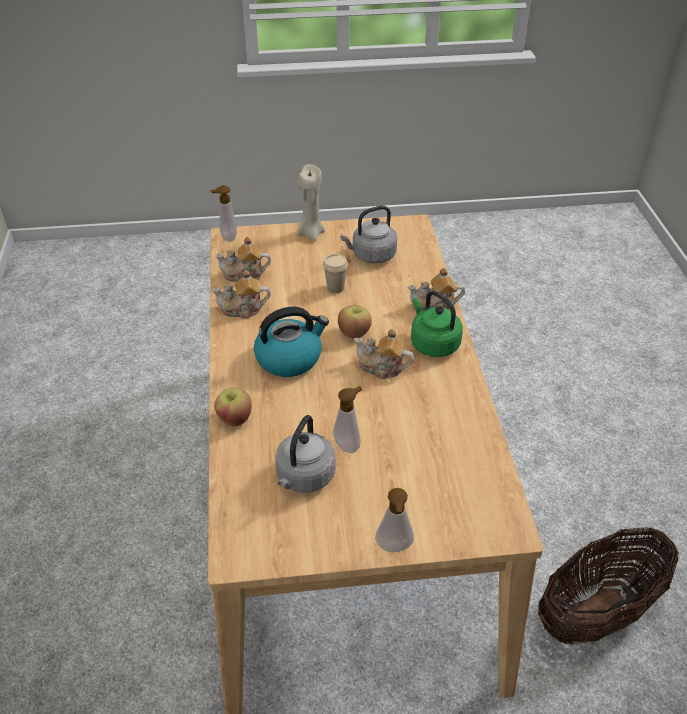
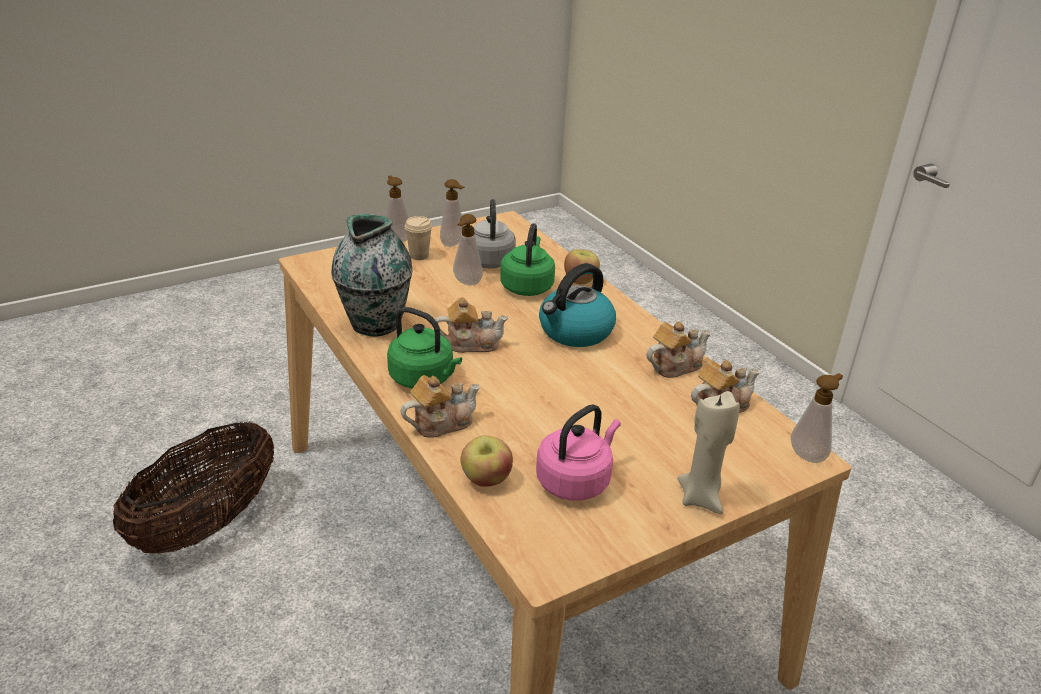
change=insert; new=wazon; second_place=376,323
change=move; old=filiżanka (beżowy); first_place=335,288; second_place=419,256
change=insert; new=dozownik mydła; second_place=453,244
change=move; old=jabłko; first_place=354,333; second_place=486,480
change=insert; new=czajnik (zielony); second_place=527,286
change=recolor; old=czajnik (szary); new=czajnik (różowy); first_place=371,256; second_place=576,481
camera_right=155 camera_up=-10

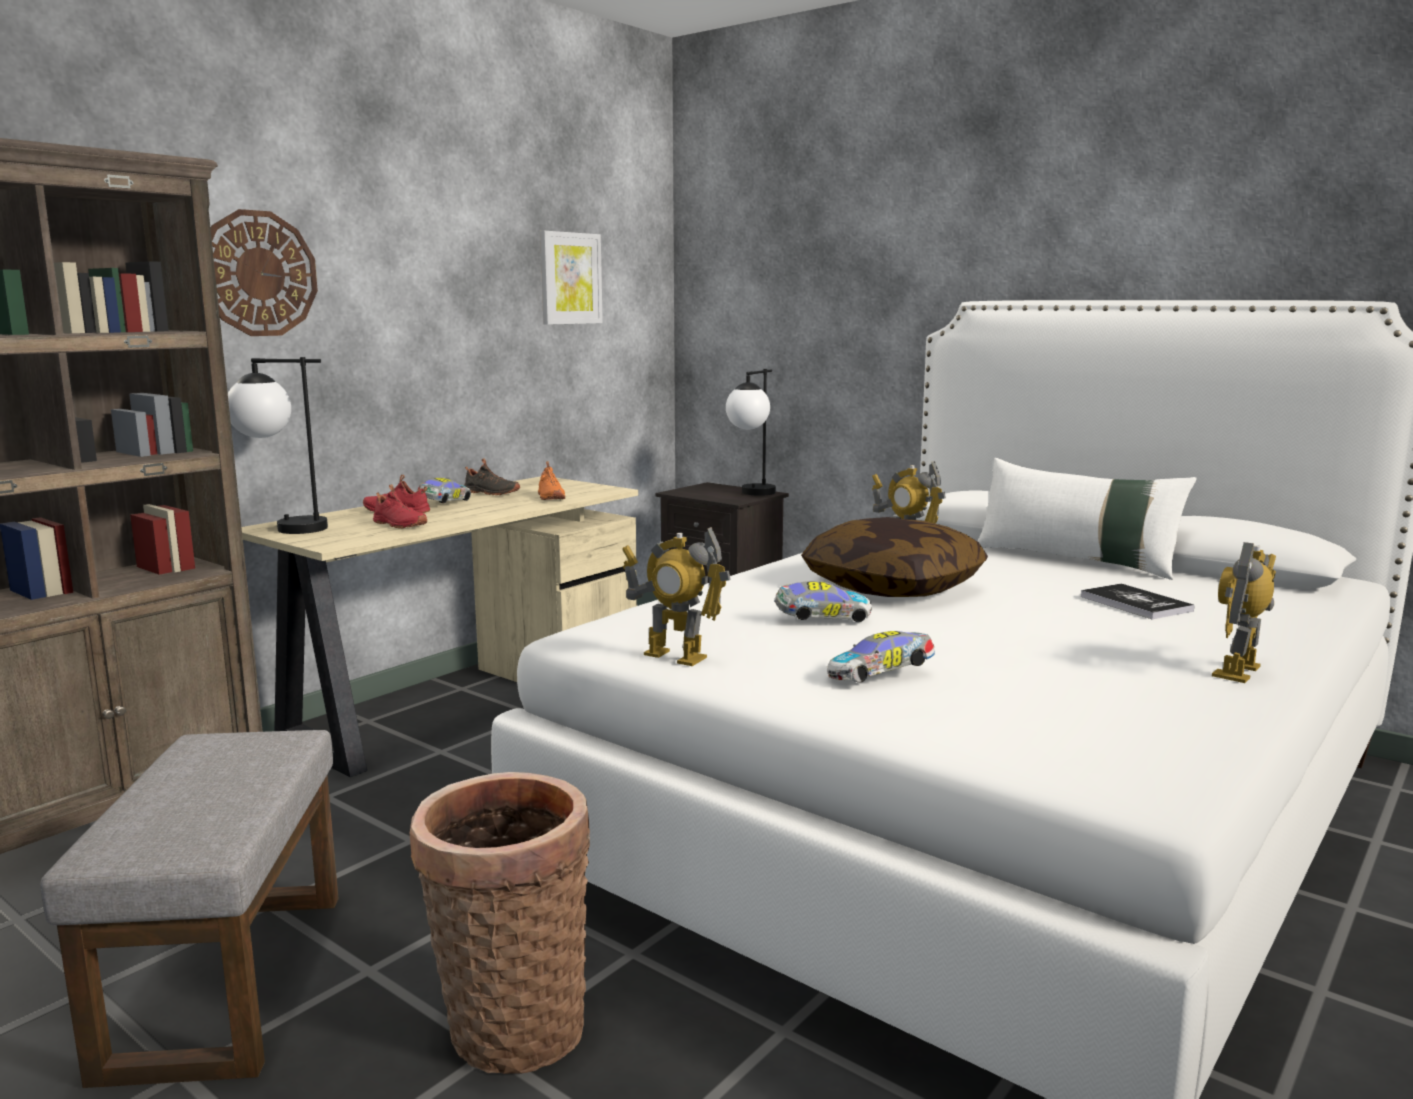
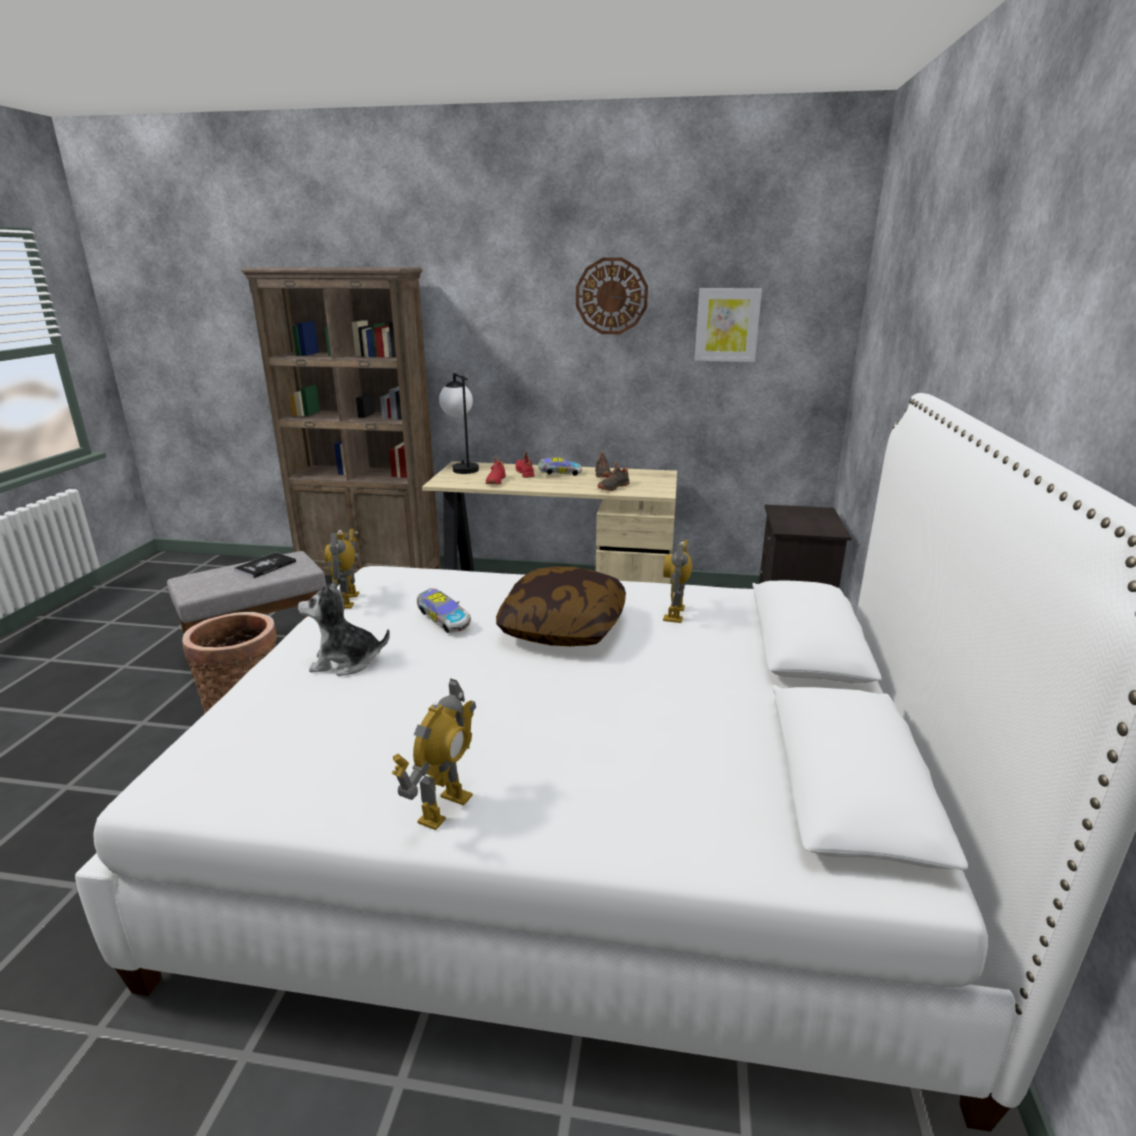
change=move; old=książka; first_place=1135,603; second_place=265,566
change=replace; old=samochodzik; new=pluszak; first_place=881,676; second_place=346,662
change=rotate; old=robot zabawkowy; first_place=1238,672; second_place=444,808; degrees=105
change=move; old=zegar ścienny; first_place=259,273; second_place=611,296
change=recolor; old=but (pomarańczowy); new=but (czarny); first_place=549,497; second_place=612,487
change=delete; old=lampa stołowa; first_place=752,494
change=delete; old=poduszka (biały); first_place=1076,561
camera_right=60 camera_up=10

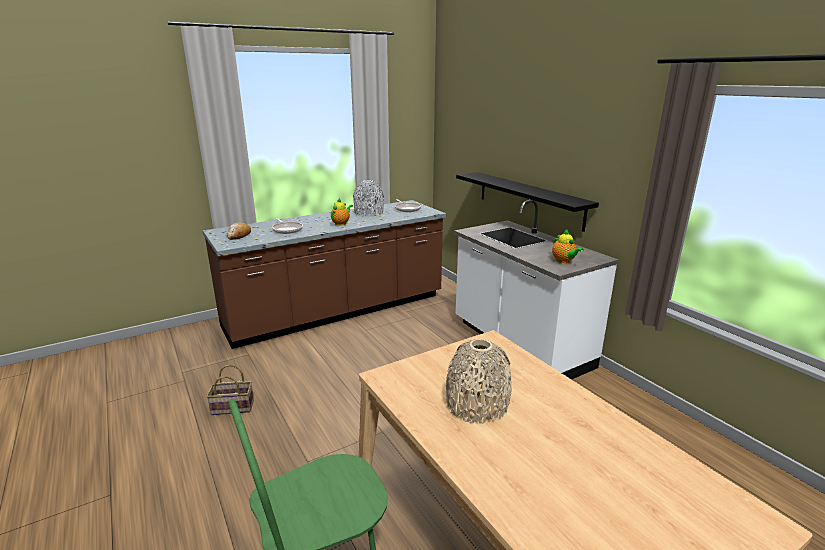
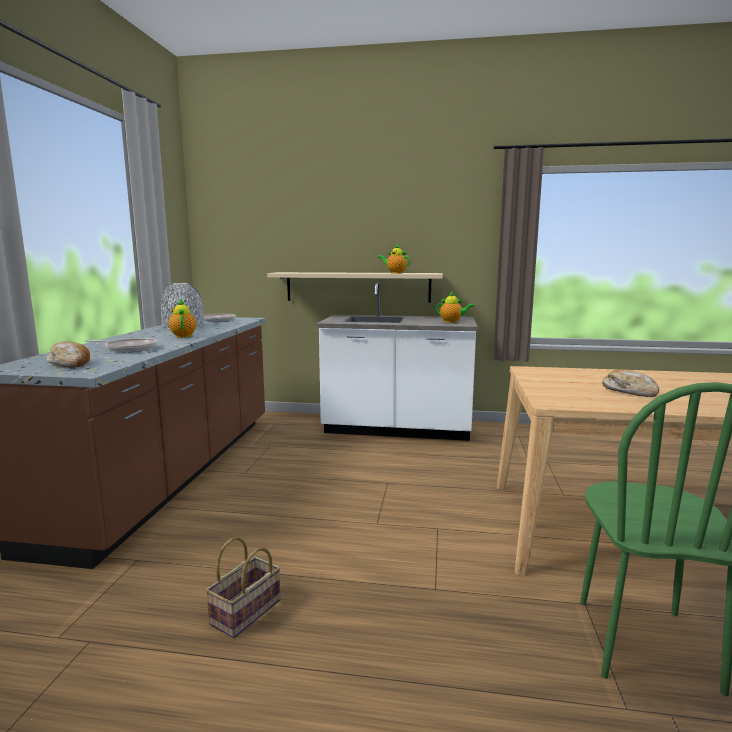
change=recolor; old=półka (czarny); new=półka (beżowy); first_place=528,199; second_place=357,287
change=insert; new=imbryk; second_place=395,273
change=replace; old=wazon (beżowy); new=chleb; first_place=477,404; second_place=629,391
camera_right=-50 camera_up=-10

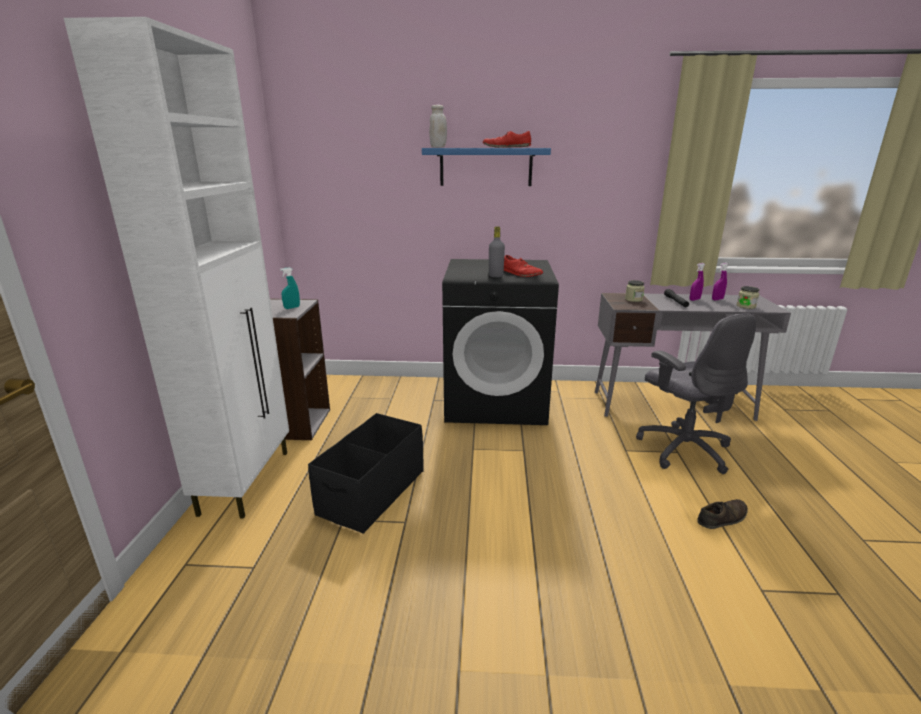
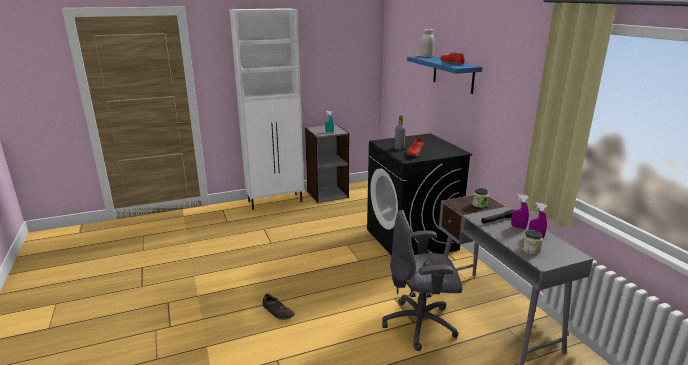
change=move; old=but (brązowy); first_place=722,518; second_place=278,312
change=rotate; old=krzesło biurowe (szary); first_place=683,449; second_place=421,324; degrees=45
change=delete; old=pojemnik do przechowywania (czarny); first_place=371,492
camera_right=65 camera_up=0

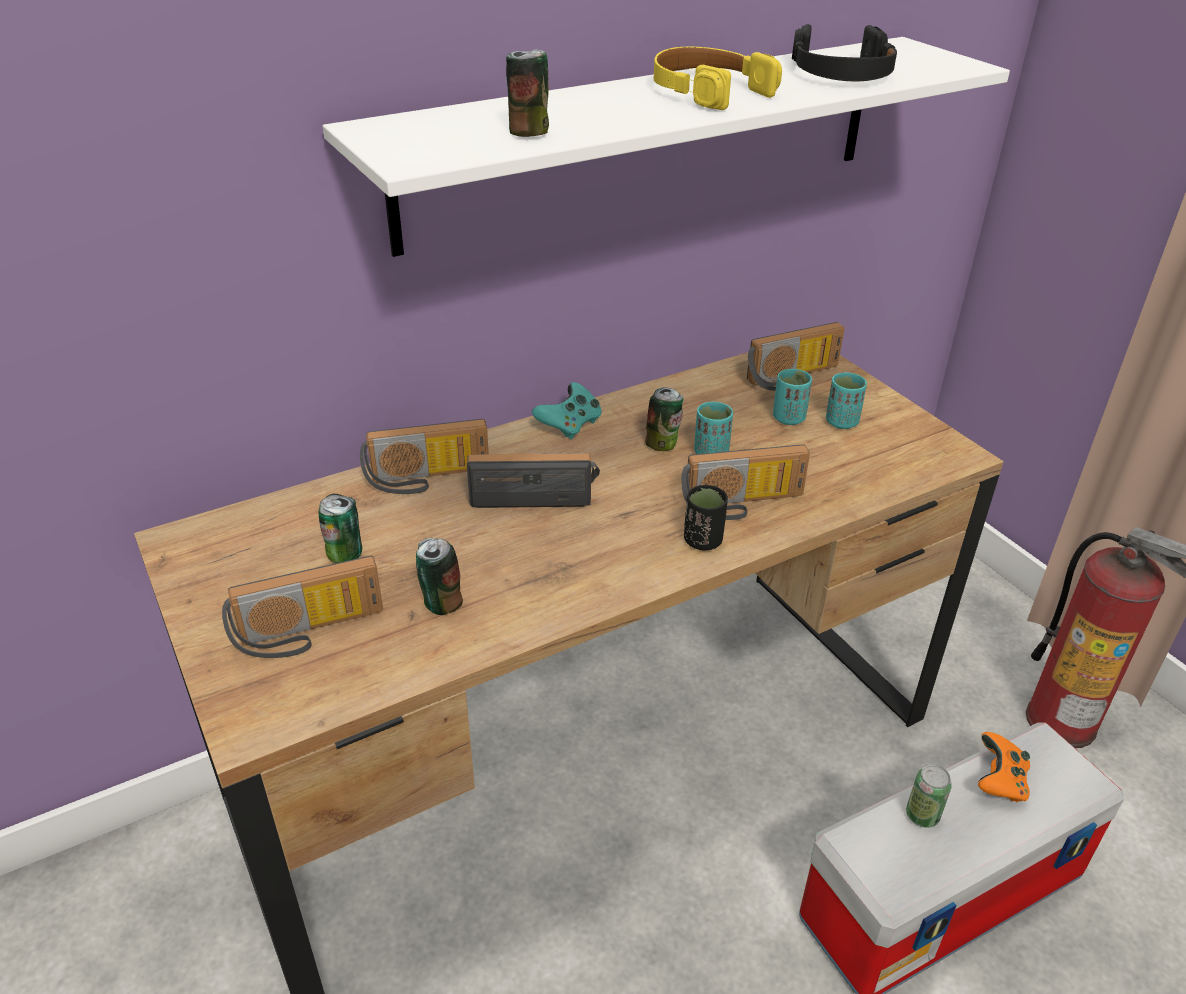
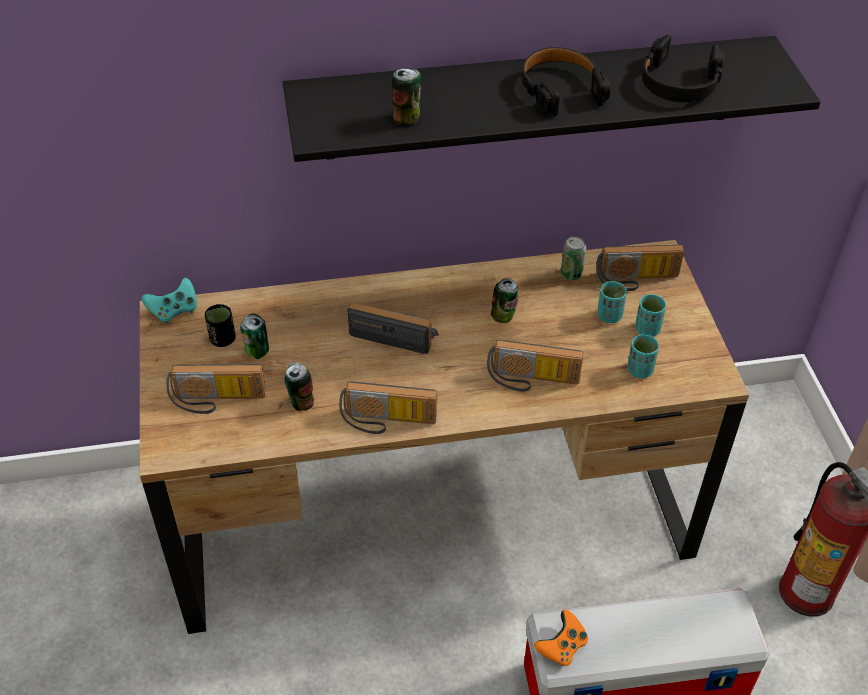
change=move; old=pad do gier (turkusowy); first_place=569,425; second_place=174,311
change=move; old=filiżanka (czarny); first_place=703,541; second_place=222,339
change=recolor; old=półka (biały); new=półka (czarny); first_place=648,140; second_place=532,98
change=move; old=radio; first_place=428,479; second_place=387,422
change=recolor; old=słuchawki (żółty); new=słuchawki (czarny); first_place=708,91; second_place=560,89
change=move; old=pad do gier (pomarańczowy); first_place=999,781; second_place=561,647
change=move; old=puszka; first_place=922,815; second_place=571,274
change=move; old=filiżanka (turkusowy); first_place=711,453; second_place=639,370
camera_right=20 camera_up=10

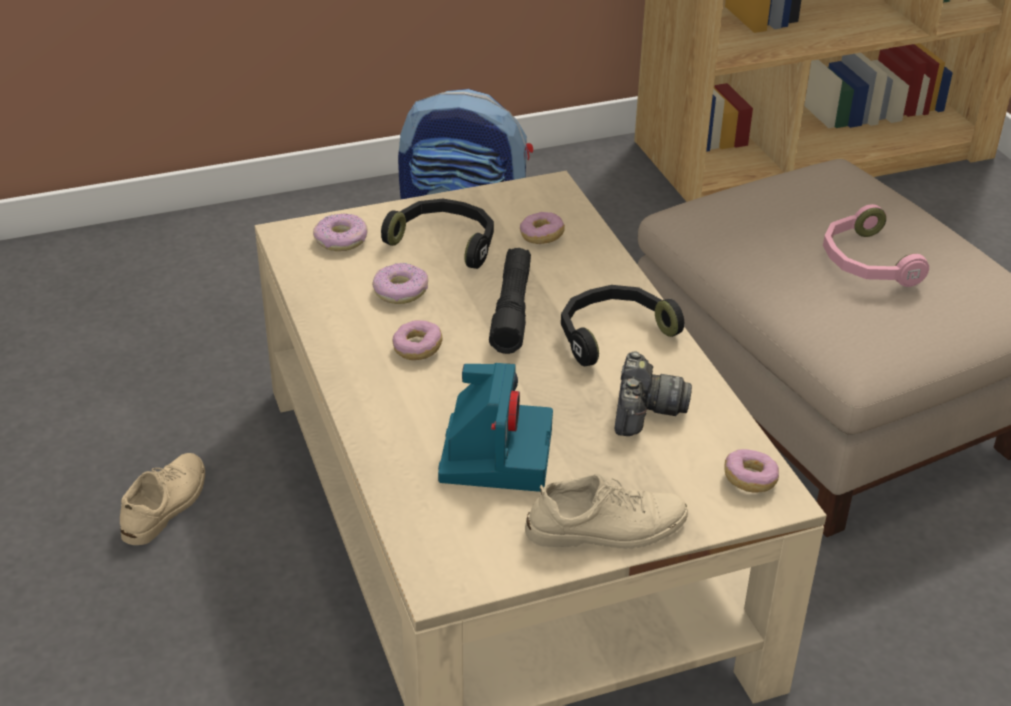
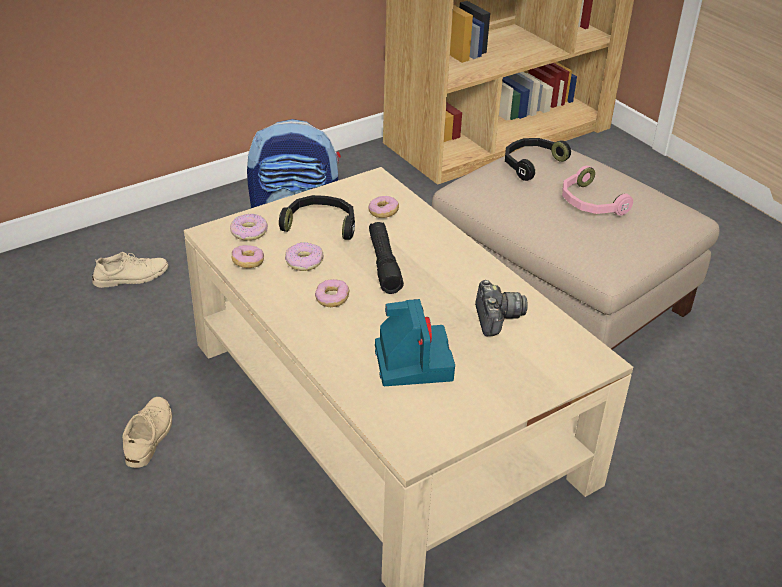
change=move; old=but (beżowy); first_place=606,528; second_place=131,277
change=move; old=donut; first_place=750,480; second_place=248,262
change=move; old=słuchawki (czarny); first_place=612,333; second_place=531,164
camera_right=-15 camera_up=0

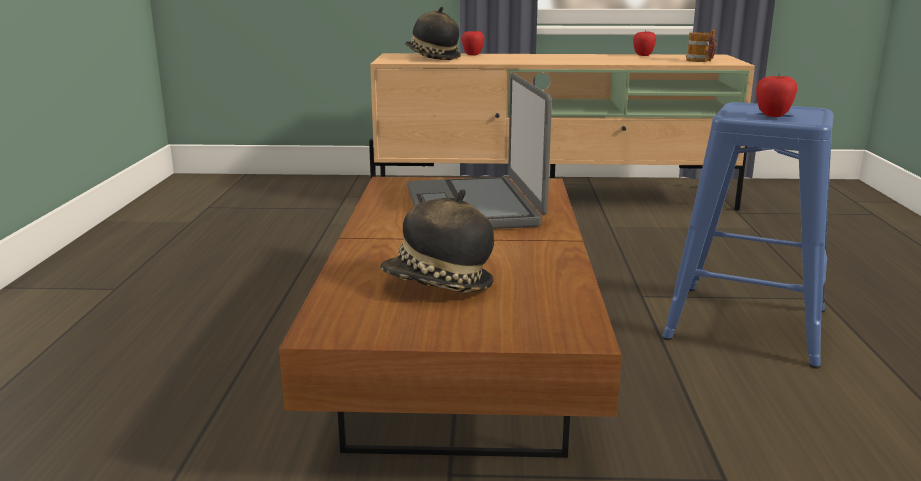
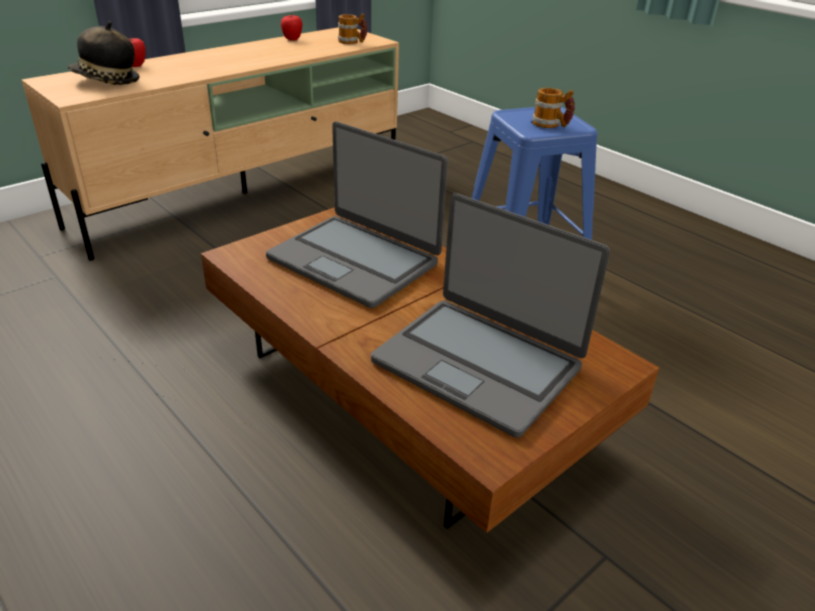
change=replace; old=kapelusz; new=laptop; first_place=438,285; second_place=478,363
change=replace; old=jabłko; new=kubek; first_place=773,115; second_place=551,125
camera_right=-45 camera_up=15

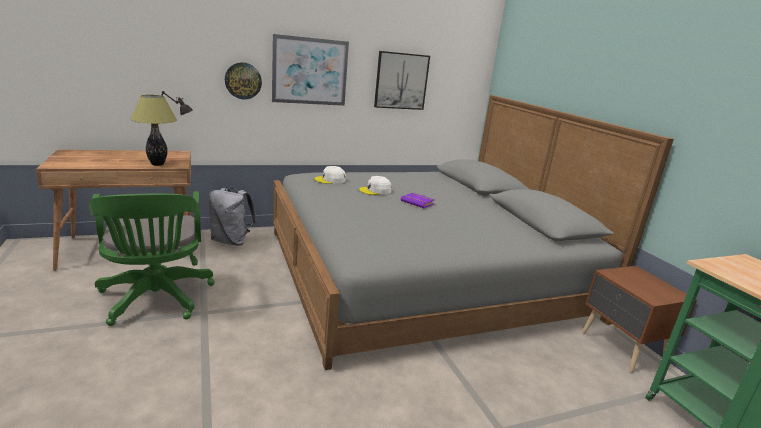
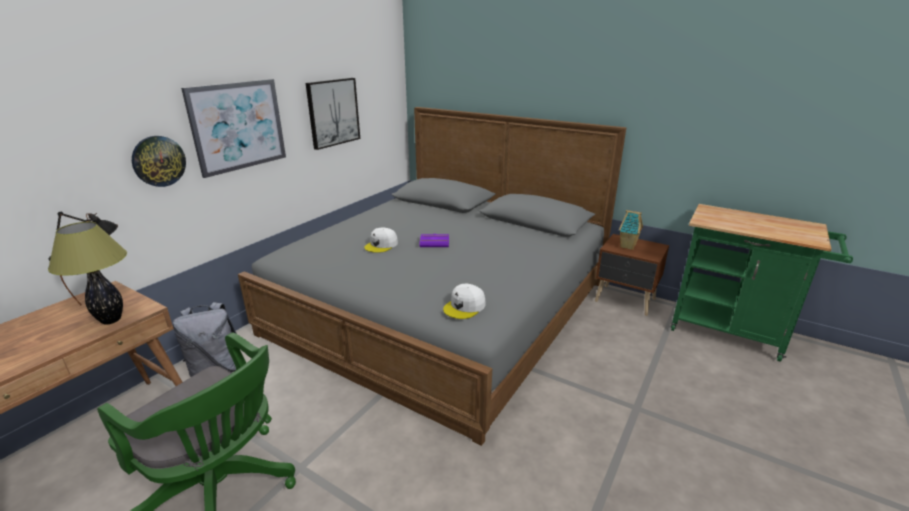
change=move; old=czapka z daszkiem (biały); first_place=330,180; second_place=465,307
change=insert; new=domek; second_place=628,246
camera_right=-35 camera_up=5

